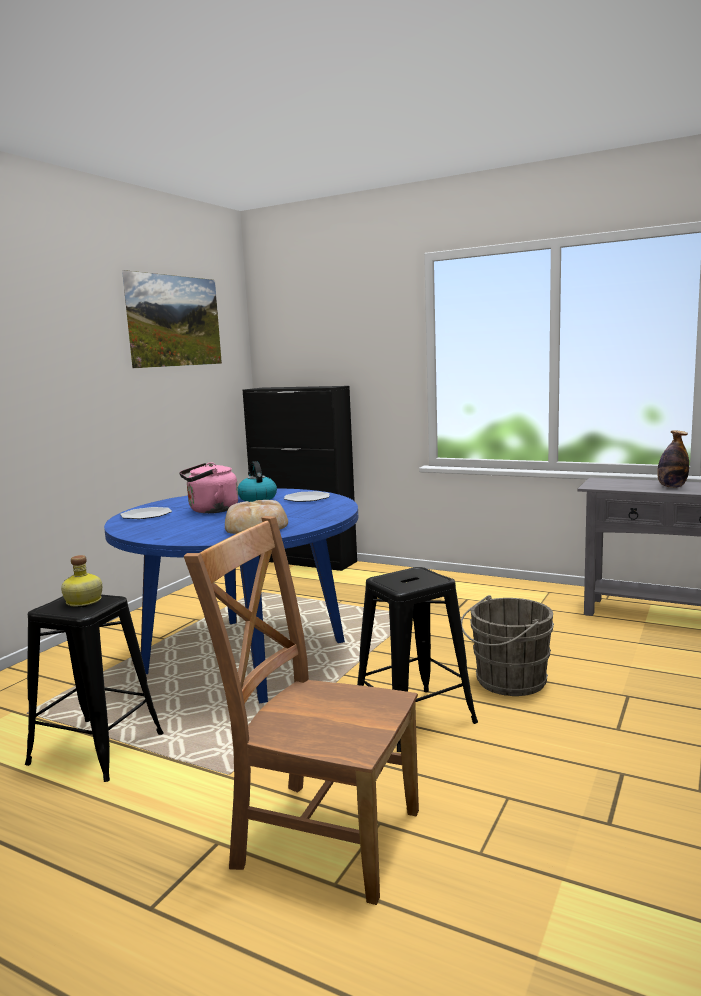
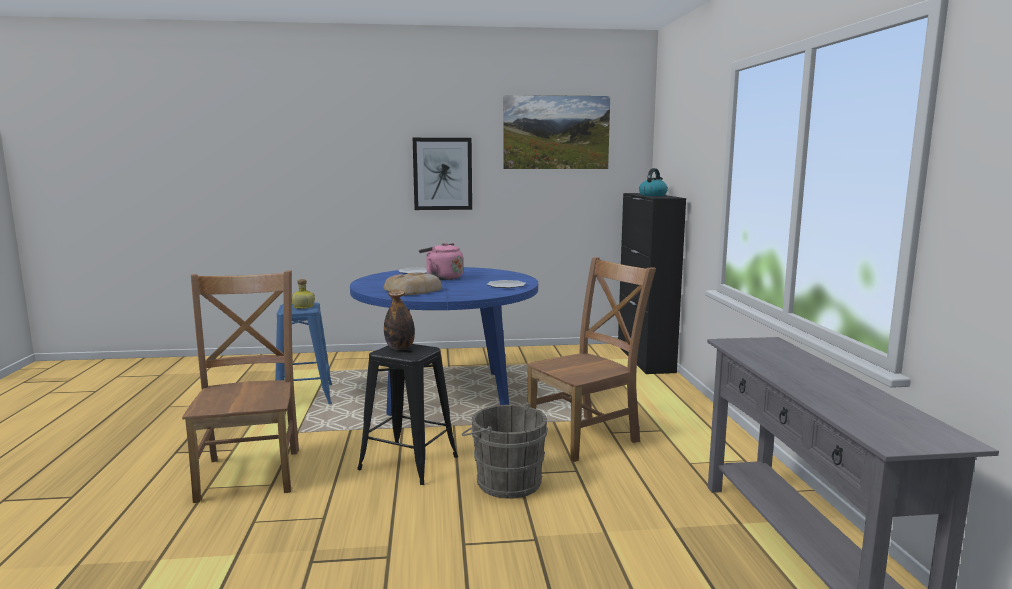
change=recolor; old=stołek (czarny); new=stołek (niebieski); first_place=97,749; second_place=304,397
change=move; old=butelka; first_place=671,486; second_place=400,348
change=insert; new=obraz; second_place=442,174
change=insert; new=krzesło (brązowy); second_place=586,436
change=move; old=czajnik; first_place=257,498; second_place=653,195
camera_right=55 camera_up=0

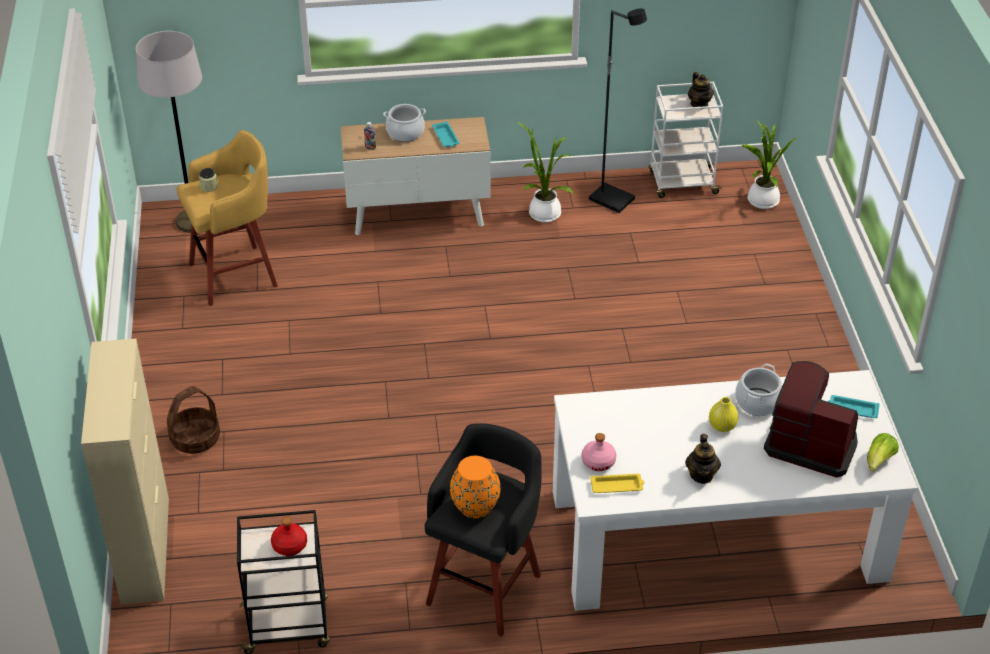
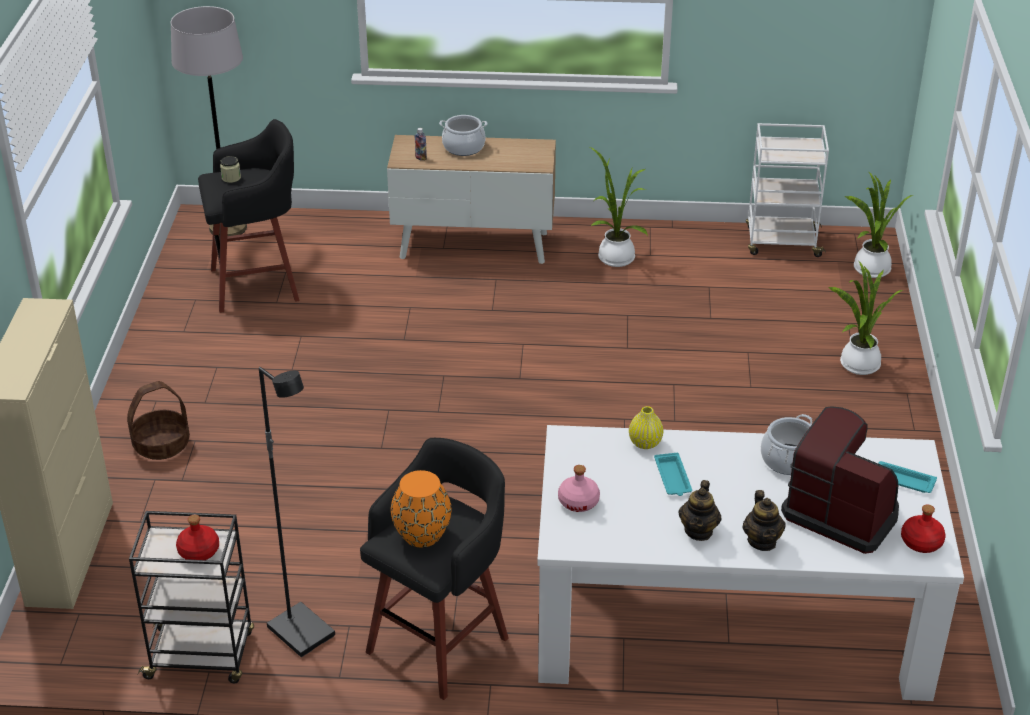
change=recolor; old=stołek (żółty); new=stołek (czarny); first_place=236,274; second_place=258,284
change=move; old=lampa stojąca (czarny); first_place=612,199; second_place=303,632
change=move; old=wazon (żółty); first_place=722,426; second_place=645,443
change=move; old=taca (turkusowy); first_place=446,137; second_place=673,478
change=move; old=imbryk; first_place=699,104; second_place=762,541
change=insert; new=roślina doniczkowa; second_place=857,366
change=replace; old=sałata; new=butelka (czerwony); first_place=879,461; second_place=922,542
change=delete; old=taca (żółty); first_place=617,486
camera_right=10 camera_up=-5

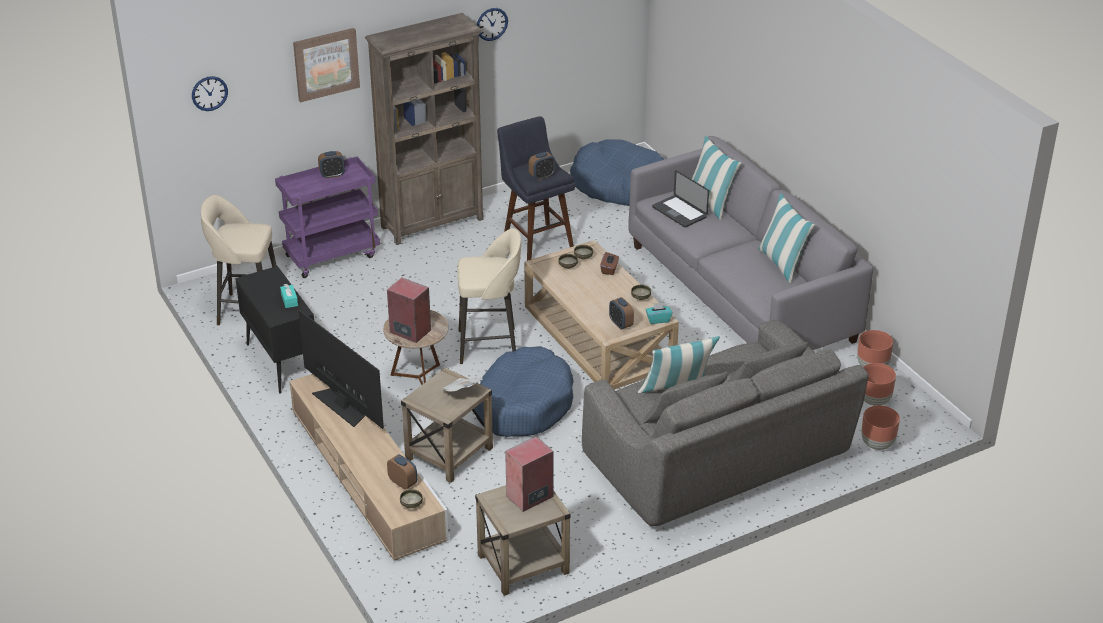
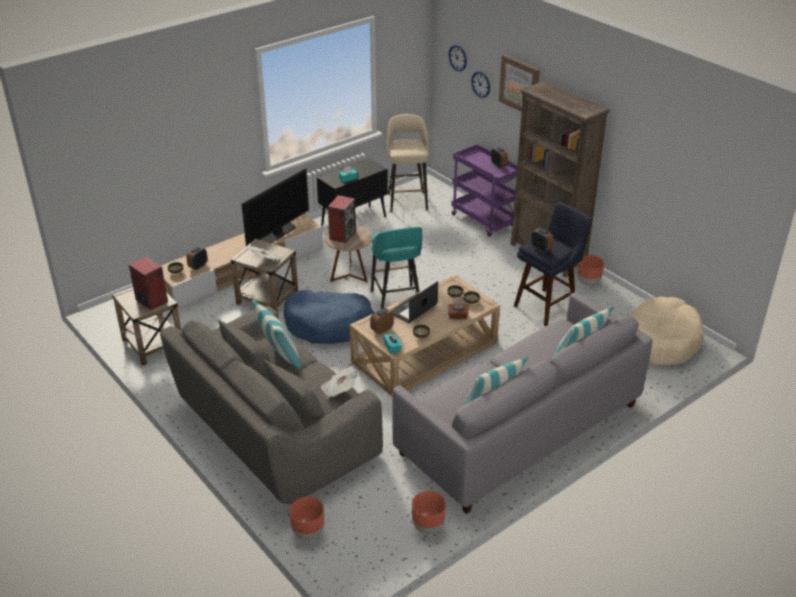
change=insert; new=gazeta; second_place=339,390
change=recolor; old=stołek (beżowy); new=stołek (turkusowy); first_place=490,346; second_place=396,301
change=move; old=laptop; first_place=679,212; second_place=413,309
change=move; old=zegar ścienny; first_place=492,24; second_place=480,84
change=move; old=donica (brązowy); first_place=874,401; second_place=588,282
change=recolor; old=legowisko (niebieski); new=legowisko (beżowy); first_place=619,185; second_place=661,341
camera_right=80 camera_up=0

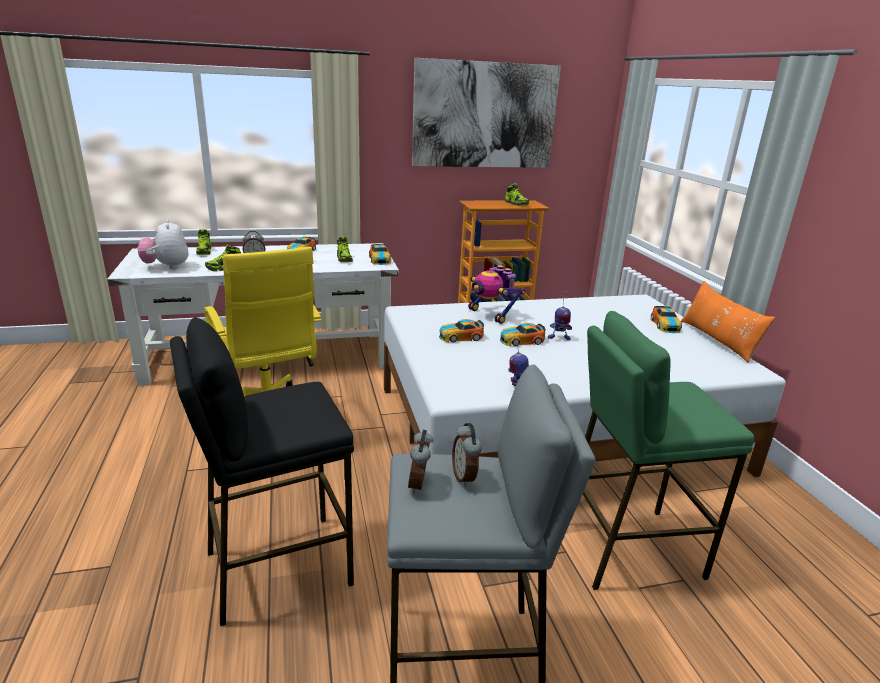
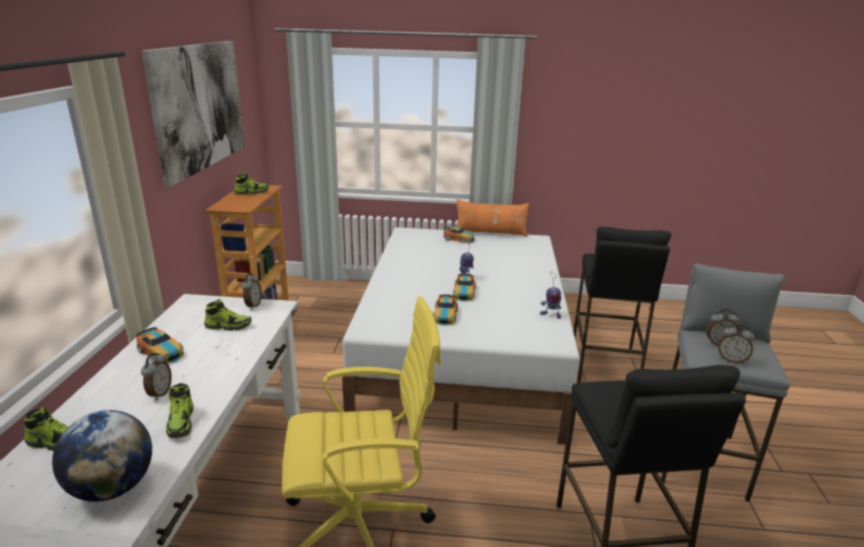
change=replace; old=pluszak; new=globus; first_place=166,267; second_place=112,488
change=replace; old=samochodzik; new=budzik; first_place=379,259; second_place=253,305
change=recolor; old=stołek (zielony); new=stołek (czarny); first_place=628,548; second_place=604,366
change=delete; old=robot zabawkowy; first_place=491,315
camera_right=-70 camera_up=0

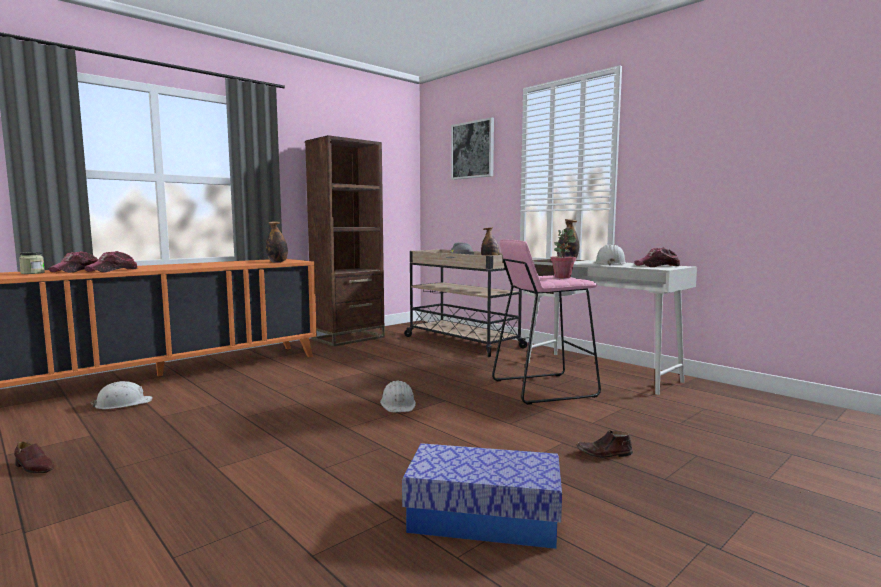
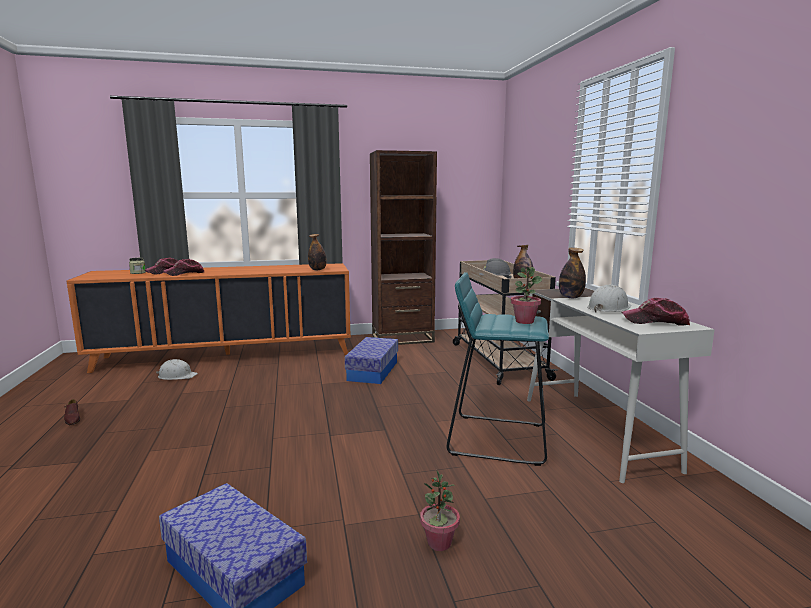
change=insert; new=pojemnik do przechowywania; second_place=373,371
change=replace; old=but (brązowy); new=roślina doniczkowa; first_place=604,453; second_place=439,543
change=recolor; old=stołek (różowy); new=stołek (turkusowy); first_place=542,388; second_place=496,438
change=delete; old=kask (biały); first_place=398,404
change=delete; old=obraz; first_place=473,150
camera_right=30 camera_up=5

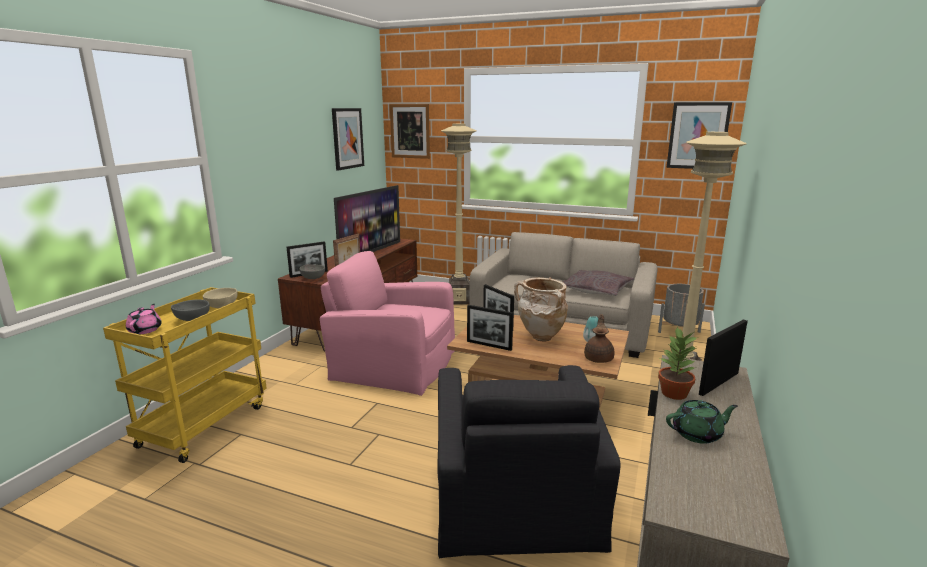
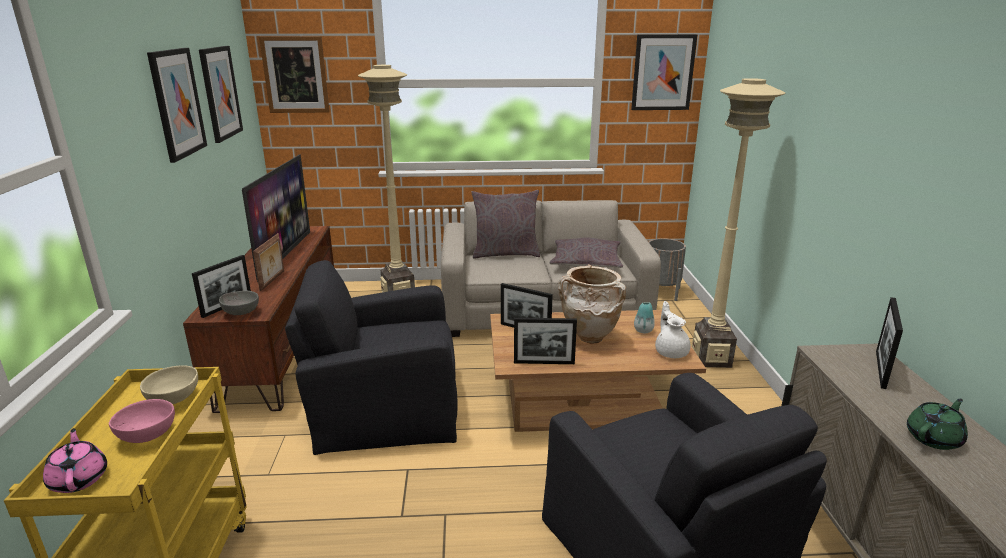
change=recolor; old=miska (szary); new=miska (różowy); first_place=192,319; second_place=146,436
change=insert; new=obraz; second_place=177,103
change=recolor; old=fotel (różowy); new=fotel (czarny); first_place=393,364; second_place=384,407
change=insert; new=poduszka (szary); second_place=505,254
change=recolor; old=imbryk (brązowy); new=imbryk (biały); first_place=599,358; second_place=671,351
change=delete; old=roślina doniczkowa; first_place=674,393
camera_right=-25 camera_up=5

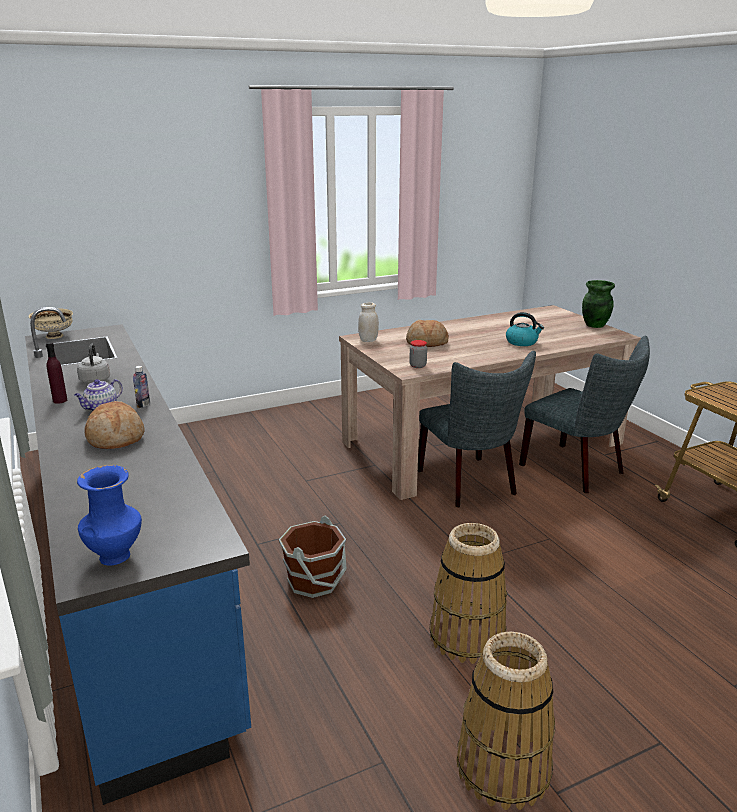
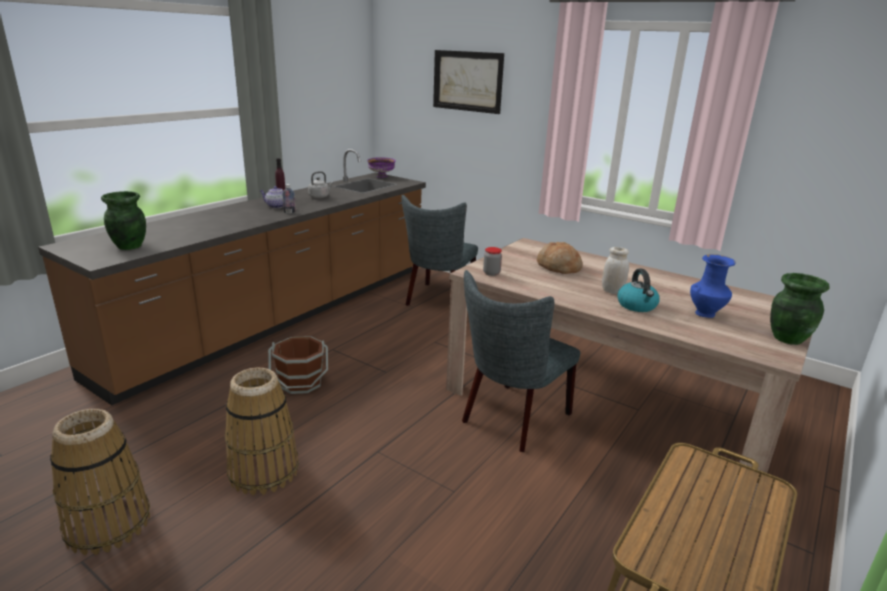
change=recolor; old=zabudowa kuchenna (niebieski); new=zabudowa kuchenna (brązowy); first_place=126,562; second_place=283,316
change=insert; new=wazon (zielony); second_place=129,246
change=recolor; old=miska (beżowy); new=miska (fioletowy); first_place=55,336; second_place=381,176
change=move; old=krzesło (szary); first_place=577,470; second_place=438,300
change=insert; new=obraz; second_place=467,81
change=move; old=słoik (biały); first_place=368,340; second_place=612,291
change=move; old=wazon (niebieski); first_place=115,555; second_place=706,314
change=delete; old=chleb; first_place=115,437
camera_right=60 camera_up=0

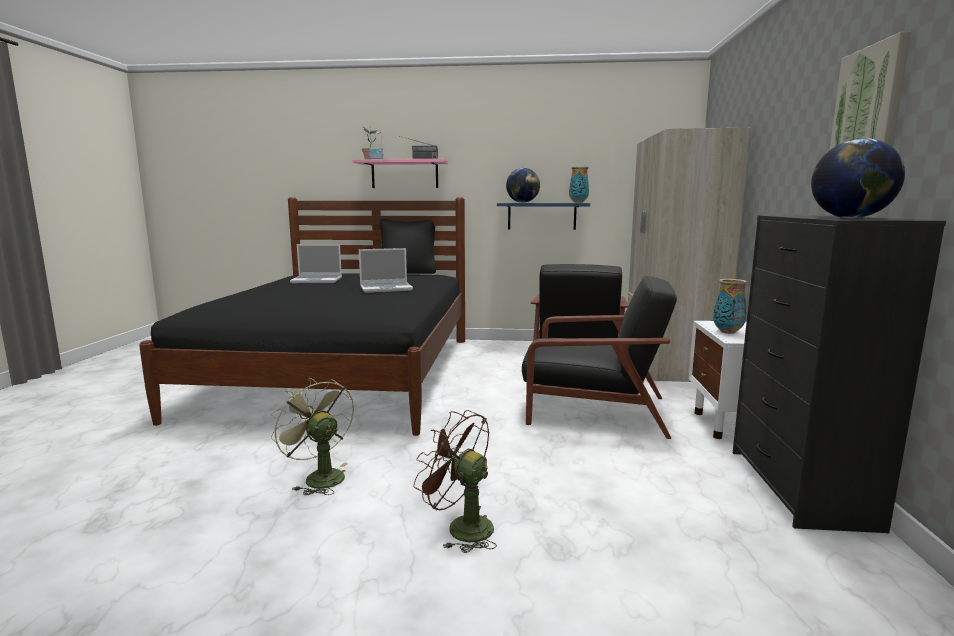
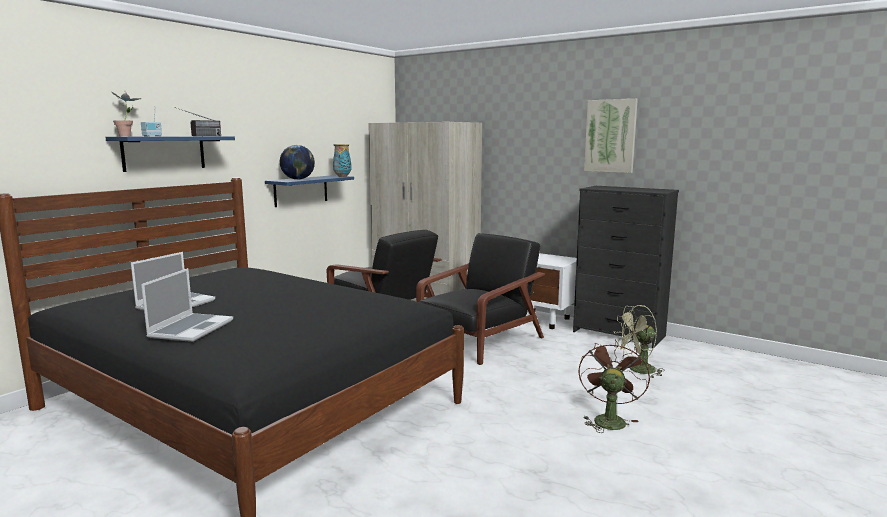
change=recolor; old=półka (różowy); new=półka (niebieski); first_place=404,174; second_place=164,153
change=move; old=laptop; first_place=386,288; second_place=191,328
change=rotate; old=wentylator (brązowy); first_place=461,527; second_place=608,419; degrees=135
change=move; old=wentylator (zielony); first_place=319,477; second_place=637,370
change=delete; old=poduszka (czarny); first_place=408,273
change=delete; old=wazon; first_place=728,332
change=delete; old=globus; first_place=850,218
camera_right=-60 camera_up=0

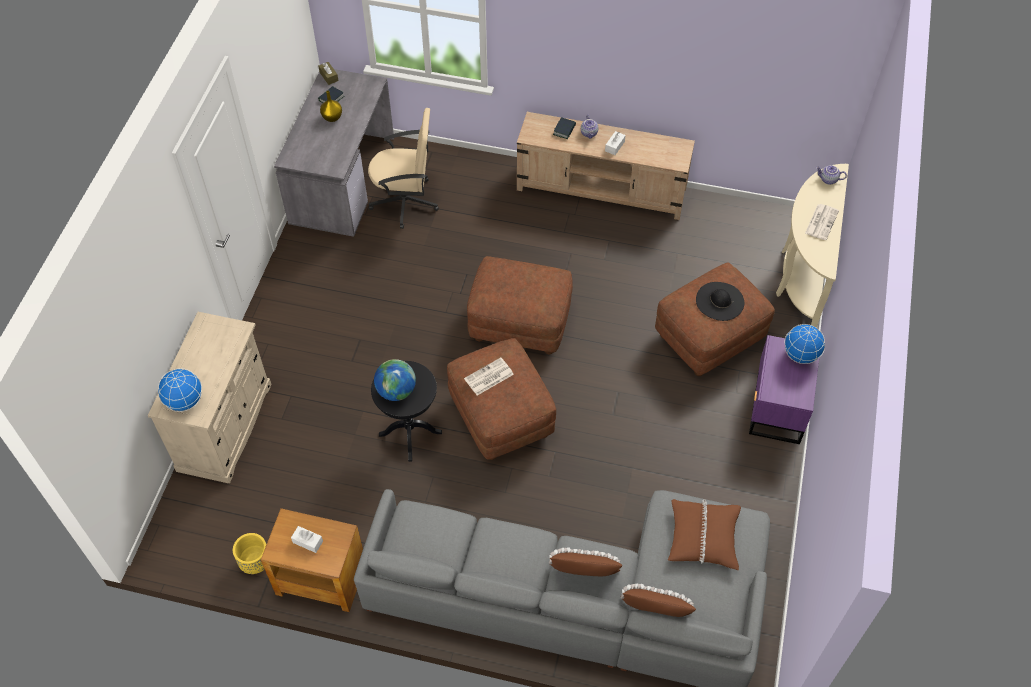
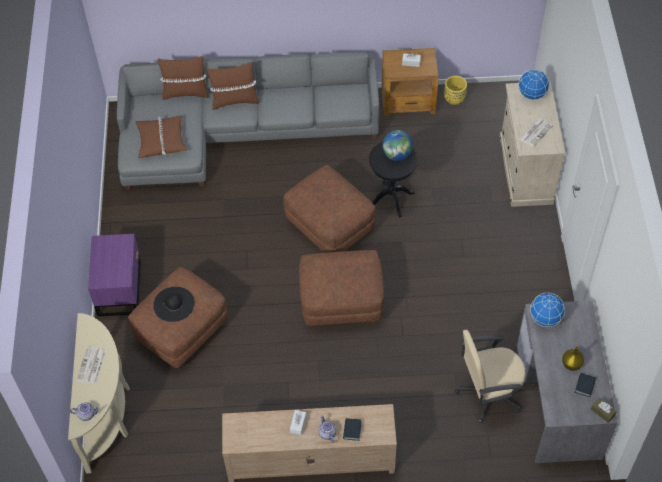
change=move; old=gazeta; first_place=488,377; second_place=535,132
change=move; old=globus; first_place=800,354; second_place=545,318
camera_right=165 camera_up=0

